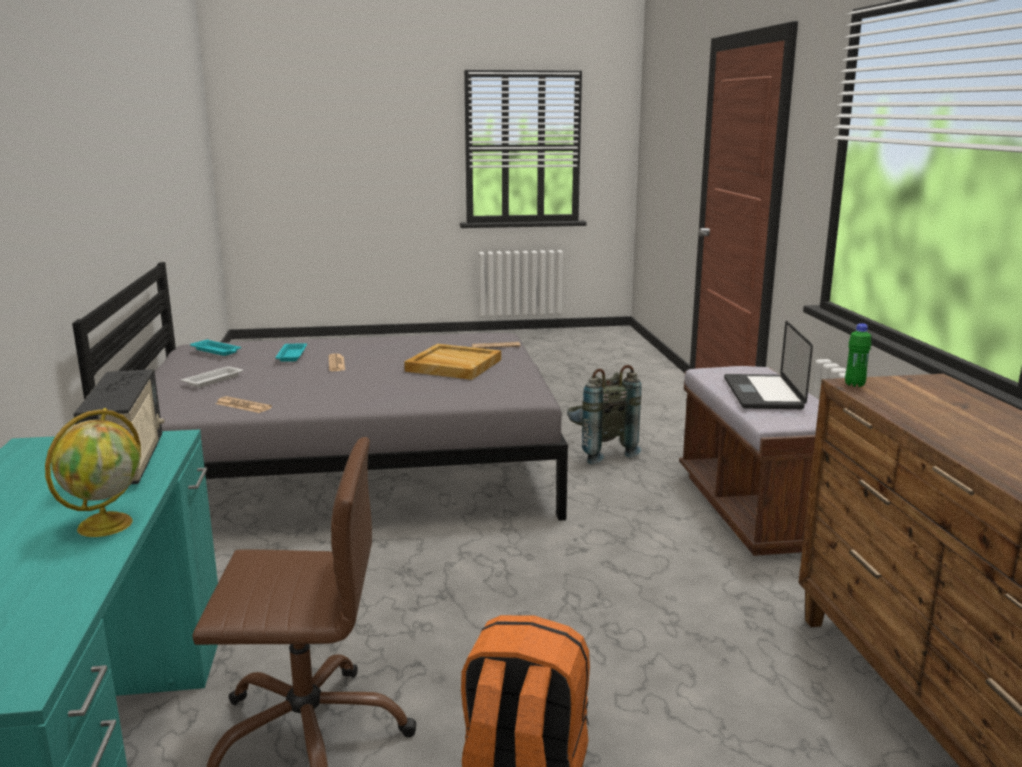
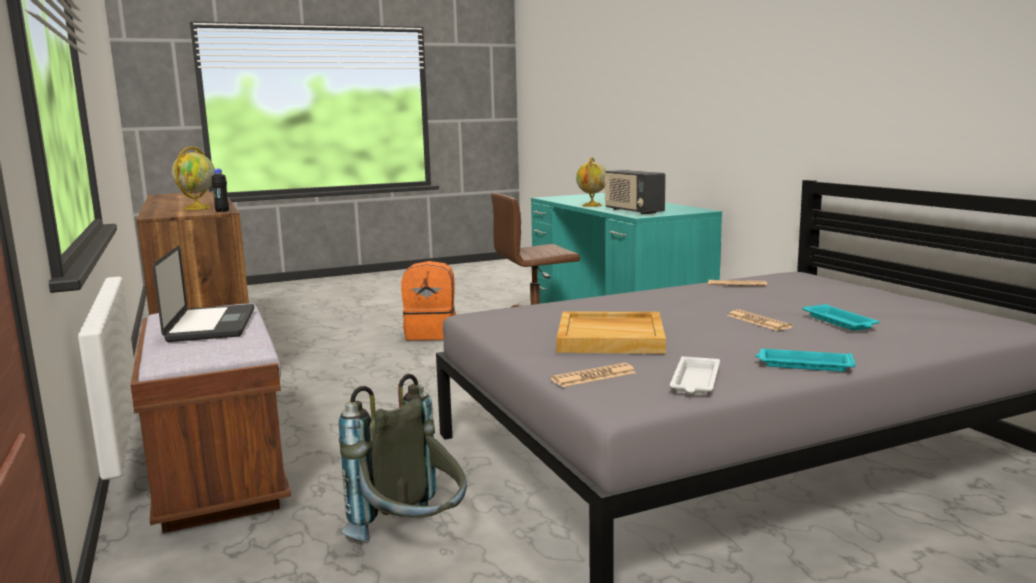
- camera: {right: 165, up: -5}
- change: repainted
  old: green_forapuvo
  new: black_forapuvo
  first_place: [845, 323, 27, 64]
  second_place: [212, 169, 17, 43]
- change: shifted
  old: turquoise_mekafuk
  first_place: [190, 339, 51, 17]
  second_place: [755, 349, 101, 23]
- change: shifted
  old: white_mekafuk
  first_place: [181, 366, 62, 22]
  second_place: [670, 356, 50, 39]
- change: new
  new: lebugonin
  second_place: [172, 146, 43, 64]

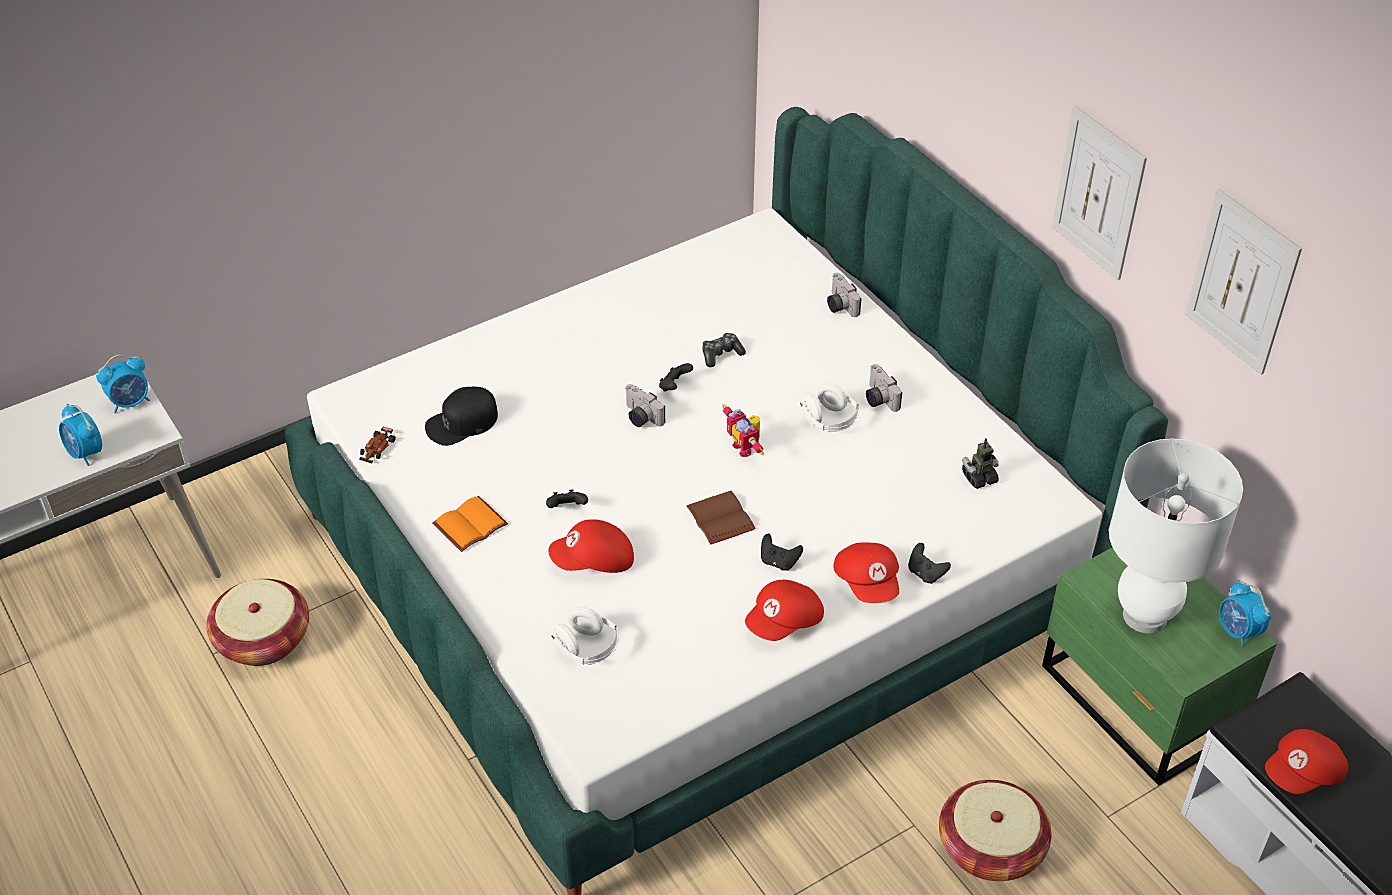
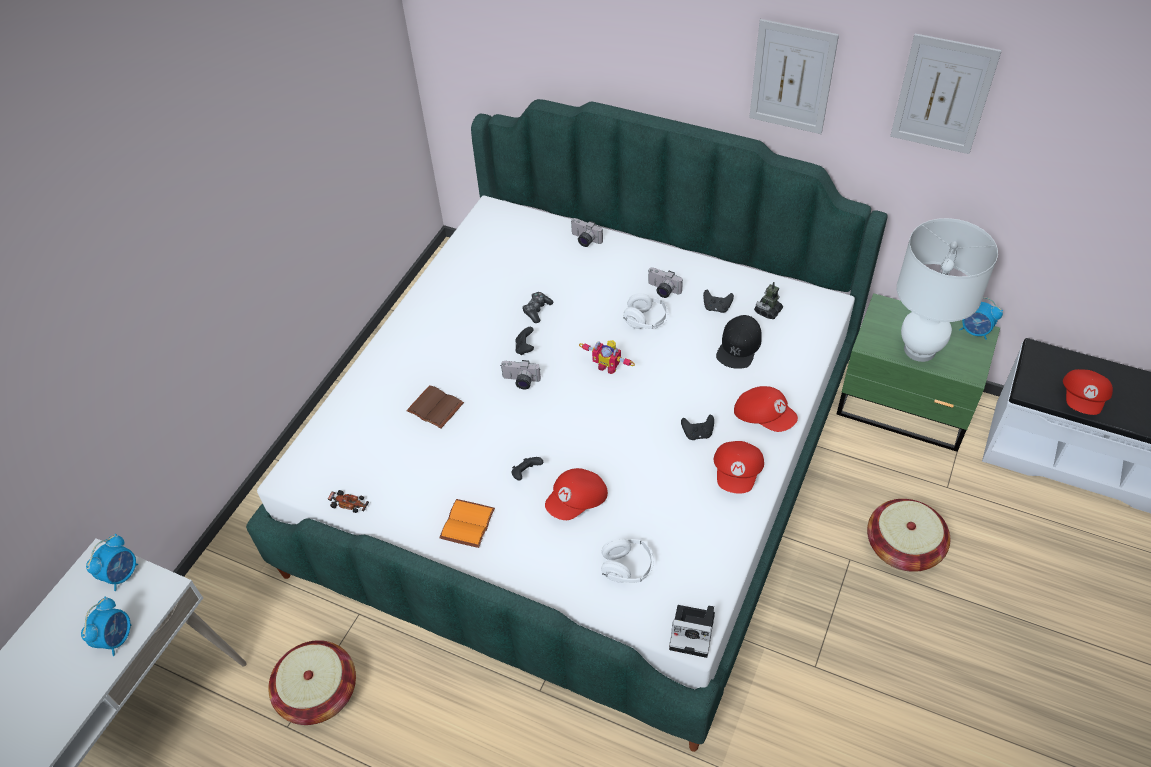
- camera: {right: -30, up: 5}
- change: shifted
  old: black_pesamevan
  first_place: [425, 387, 73, 59]
  second_place: [716, 315, 46, 54]
- change: rotated
  old: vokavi
  first_place: [59, 404, 43, 62]
  second_place: [81, 596, 50, 60]
  degrees: -90
- change: rotated
  old: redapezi
  first_place: [359, 426, 37, 37]
  second_place: [328, 490, 41, 23]
  degrees: -60
- change: shifted
  old: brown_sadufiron
  first_place: [686, 491, 70, 54]
  second_place: [406, 385, 58, 44]
- change: shifted
  old: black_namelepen
  first_place: [908, 543, 43, 41]
  second_place: [703, 290, 31, 23]
- change: new
  new: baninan
  second_place: [669, 605, 46, 53]

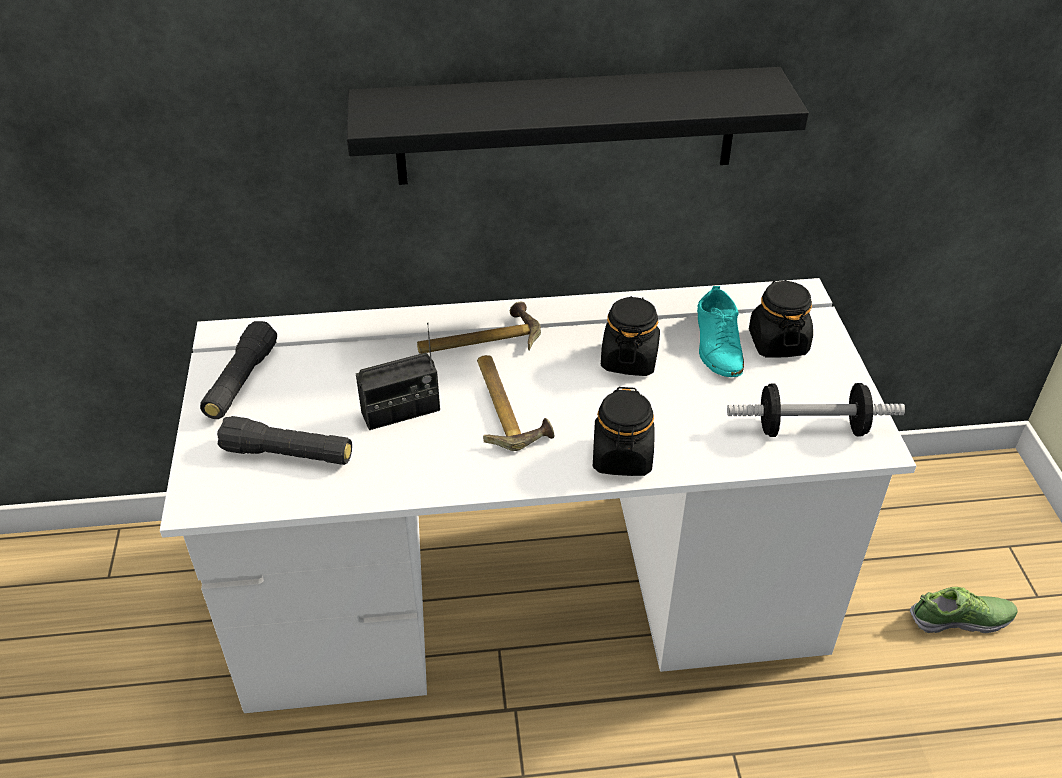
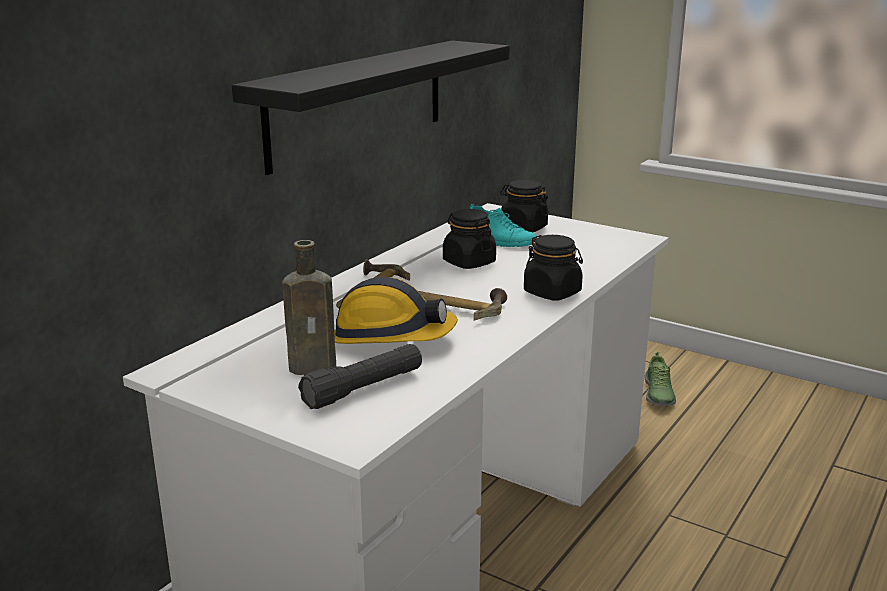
- camera: {right: -50, up: -20}
- change: gone
  old: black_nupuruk
  first_place: [200, 321, 77, 98]
- change: swapped
  old: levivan
  new: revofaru
  first_place: [356, 322, 84, 108]
  second_place: [334, 277, 124, 67]
- change: gone
  old: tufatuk
  first_place: [727, 383, 178, 54]
- change: rotated
  old: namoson
  first_place: [910, 587, 108, 46]
  second_place: [644, 352, 32, 54]
  degrees: 150
- change: new
  new: brown_forapuvo
  second_place: [282, 240, 54, 135]

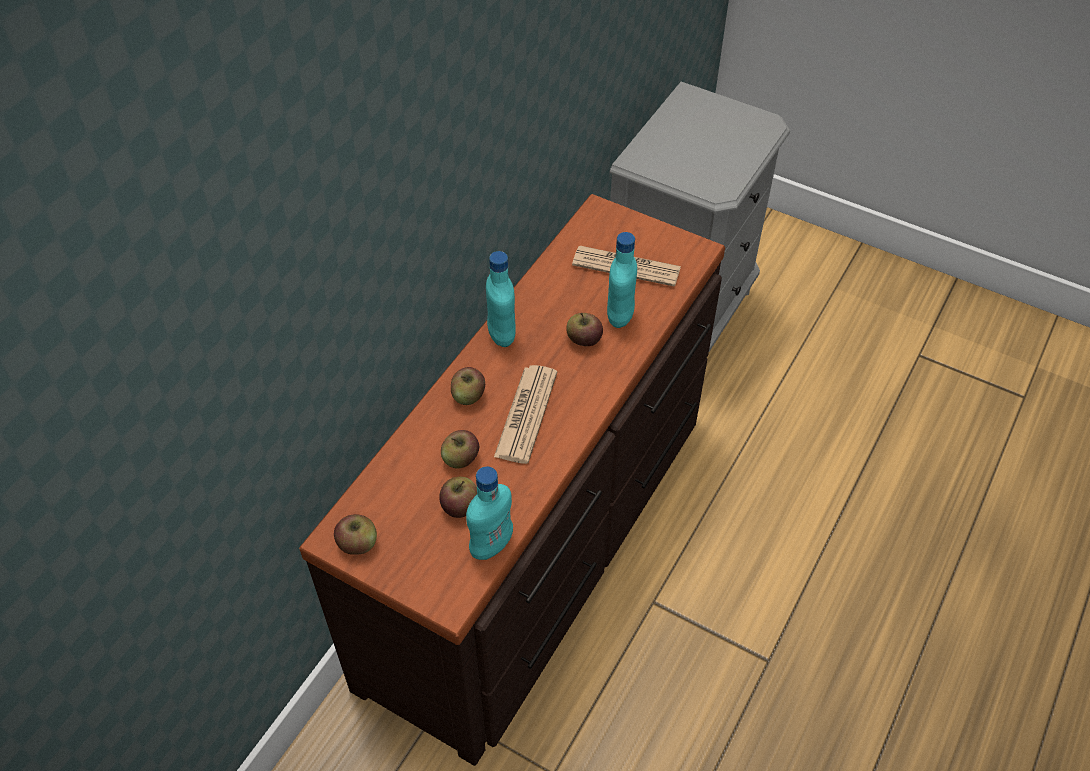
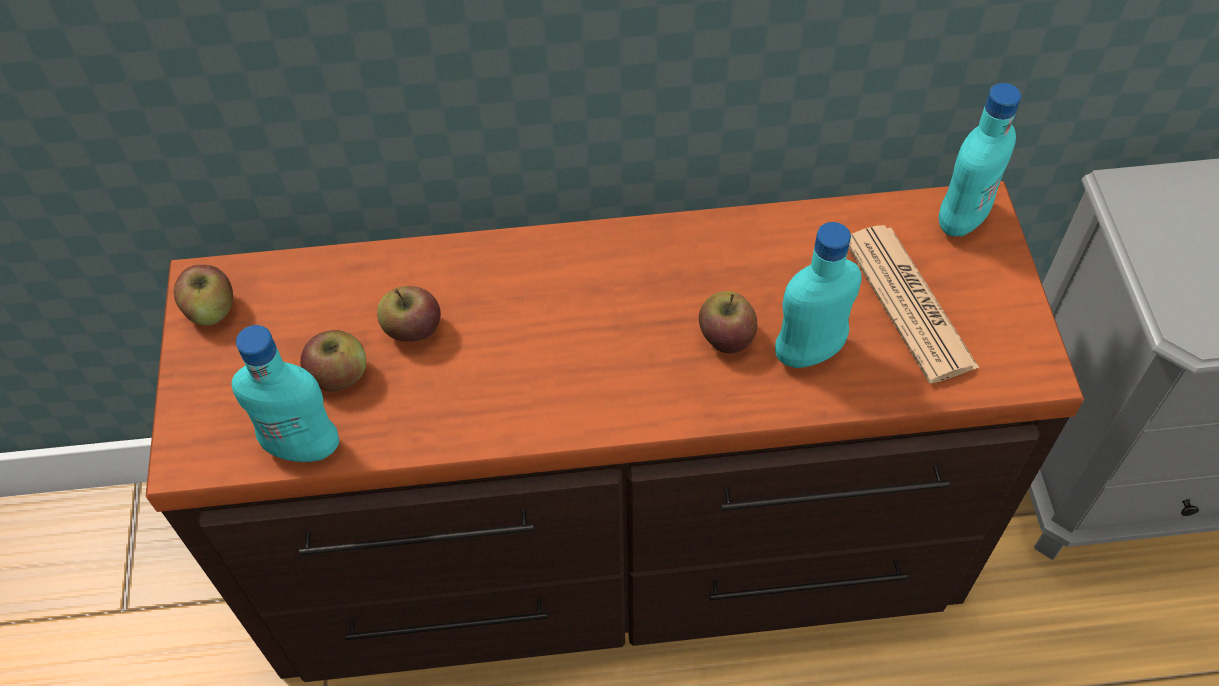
- camera: {right: 55, up: 5}
- change: shifted
  old: turquoise_forapuvo
  first_place: [486, 251, 30, 96]
  second_place: [939, 83, 82, 154]
- change: gone
  old: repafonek
  first_place: [494, 365, 63, 99]
- change: gone
  old: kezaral
  first_place: [451, 367, 34, 38]

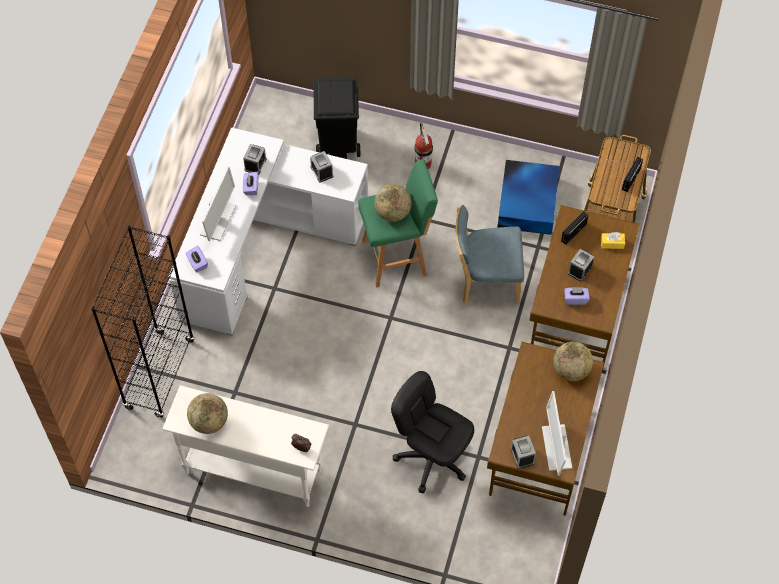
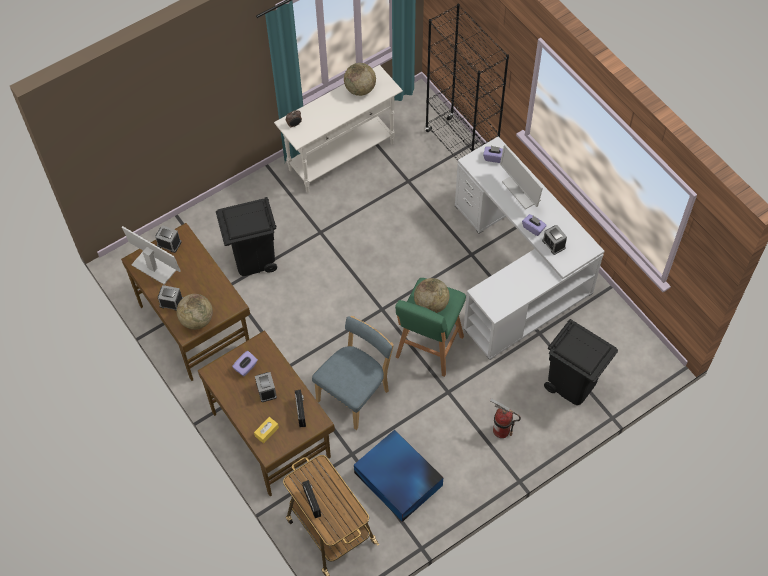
- camera: {right: 130, up: 0}
- change: shifted
  old: vokavi
  first_place: [310, 151, 23, 32]
  second_place: [158, 285, 25, 26]
- change: swapped
  old: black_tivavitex
  new: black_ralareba
  first_place: [391, 371, 83, 122]
  second_place: [216, 197, 61, 79]

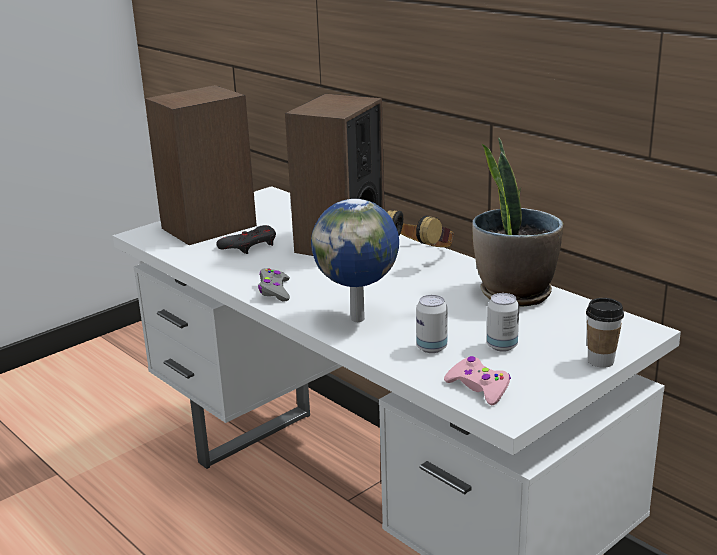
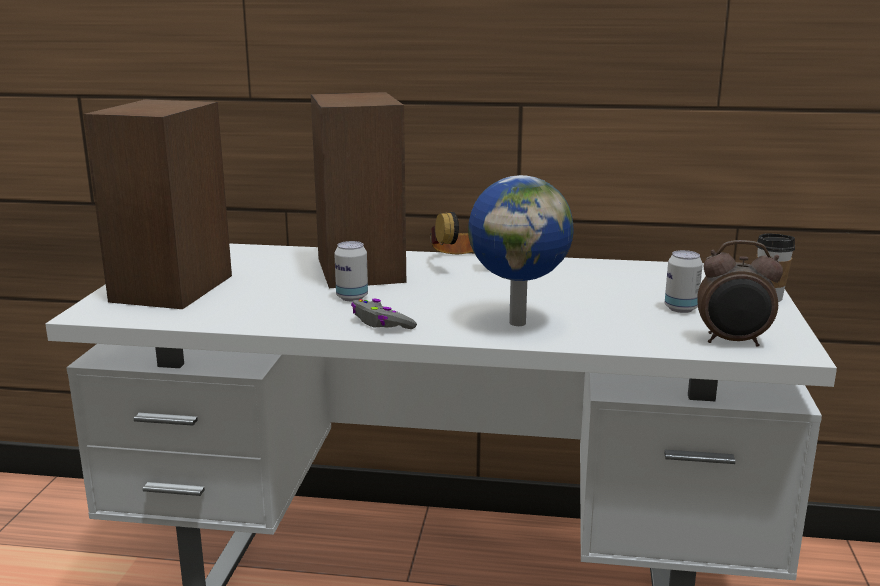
- camera: {right: -40, up: -5}
- change: gone
  old: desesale
  first_place: [473, 138, 90, 168]
- change: gone
  old: grey_namelepen
  first_place: [216, 225, 60, 29]
- change: shifted
  old: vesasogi
  first_place: [416, 295, 32, 58]
  second_place: [334, 241, 34, 60]
- change: swapped
  old: pink_namelepen
  new: vokavi
  first_place: [444, 356, 67, 49]
  second_place: [697, 240, 86, 107]

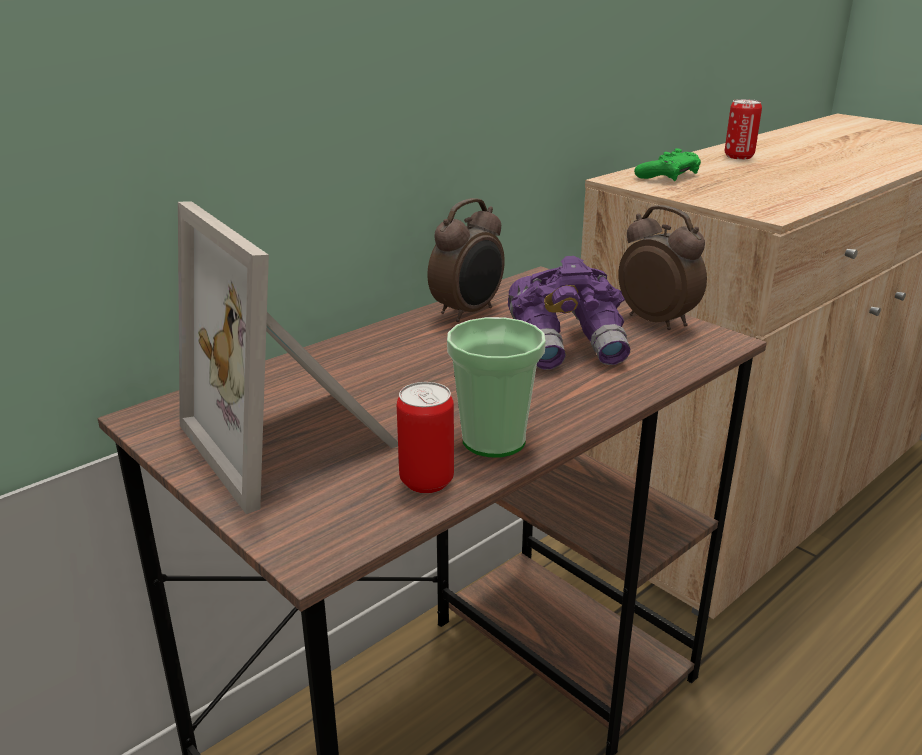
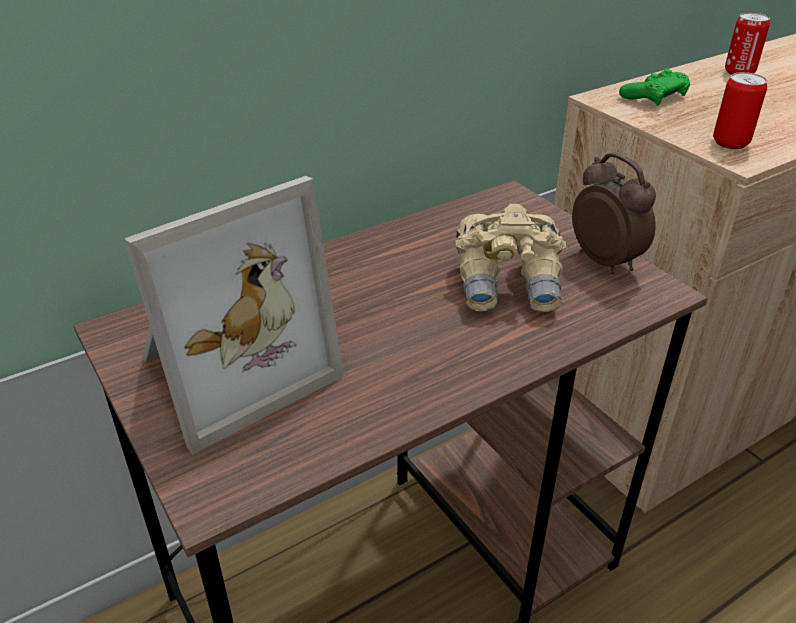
- camera: {right: 10, up: 10}
- change: gone
  old: vokavi
  first_place: [427, 198, 78, 124]
- change: rotated
  old: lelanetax
  first_place: [178, 202, 220, 312]
  second_place: [124, 176, 219, 278]
  degrees: -105
- change: repainted
  old: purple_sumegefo
  new: beige_sumegefo
  first_place: [508, 256, 122, 114]
  second_place: [456, 204, 111, 108]
- change: gone
  old: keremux
  first_place: [447, 317, 99, 140]
- change: shifted
  old: vesasogi
  first_place: [397, 382, 57, 111]
  second_place: [713, 72, 54, 77]

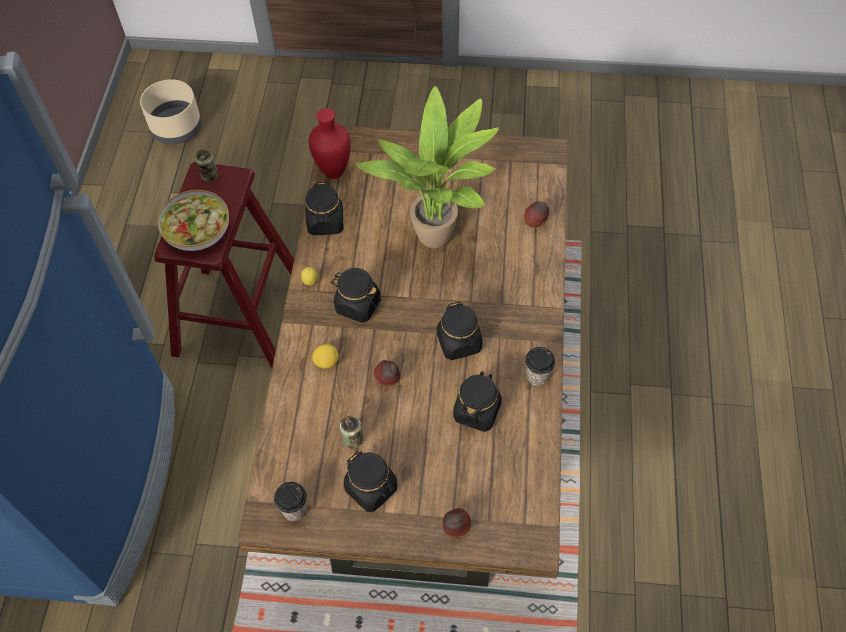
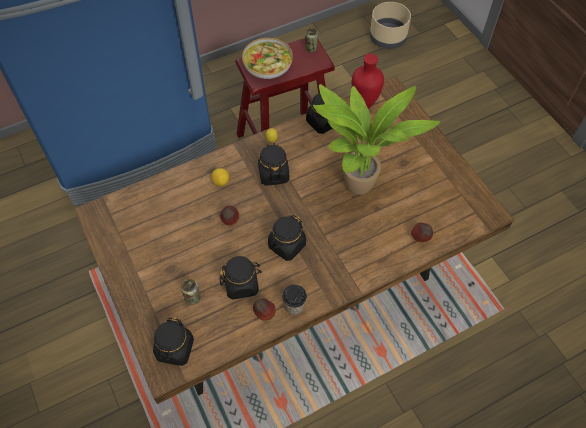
- camera: {right: 55, up: 0}
- change: shifted
  old: vesasogi
  first_place: [340, 415, 24, 34]
  second_place: [181, 279, 20, 26]
- change: shifted
  old: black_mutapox
  first_place: [344, 451, 53, 61]
  second_place: [153, 317, 41, 49]
- change: gone
  old: keremux
  first_place: [274, 482, 33, 39]
- change: shifted
  old: kezaral
  first_place: [443, 508, 28, 29]
  second_place: [253, 299, 23, 22]

